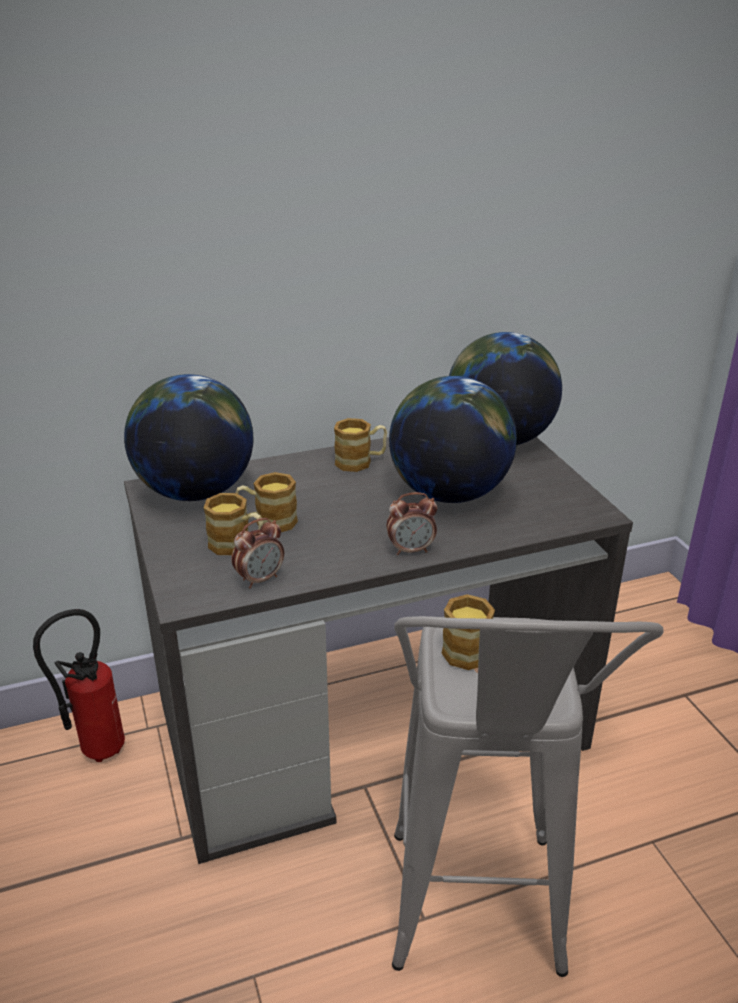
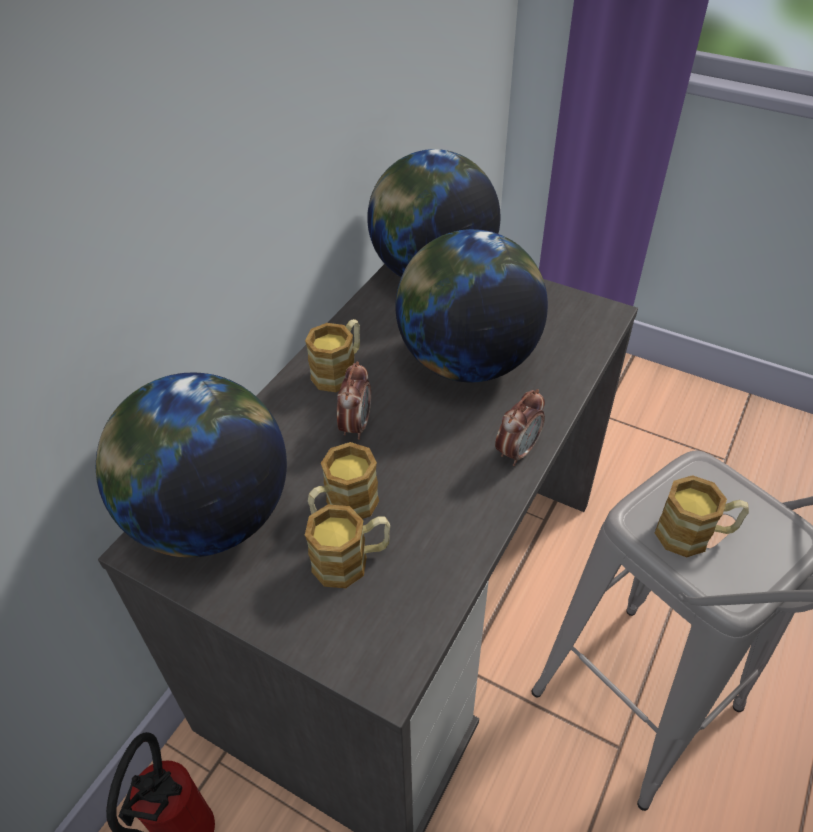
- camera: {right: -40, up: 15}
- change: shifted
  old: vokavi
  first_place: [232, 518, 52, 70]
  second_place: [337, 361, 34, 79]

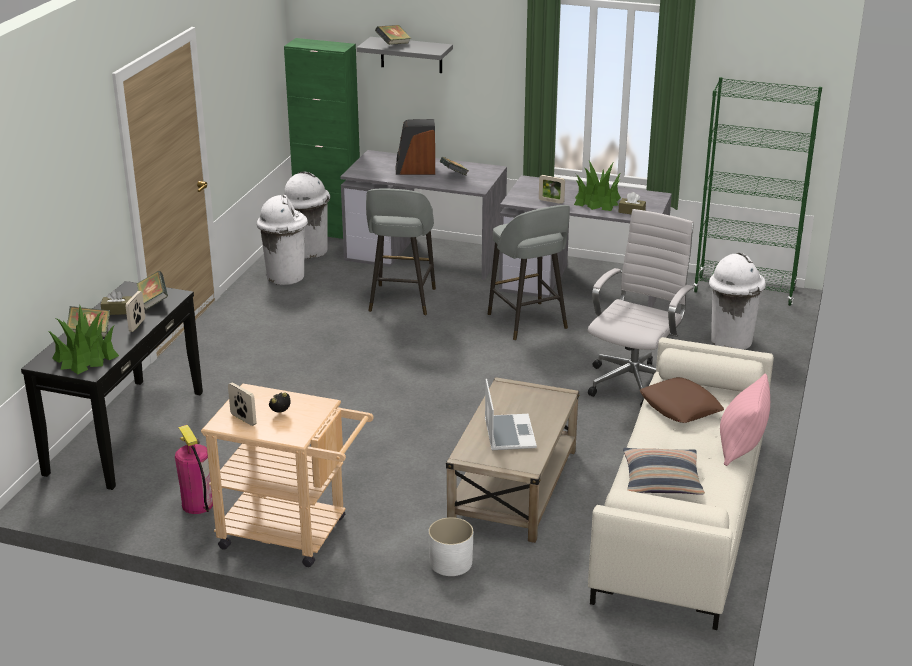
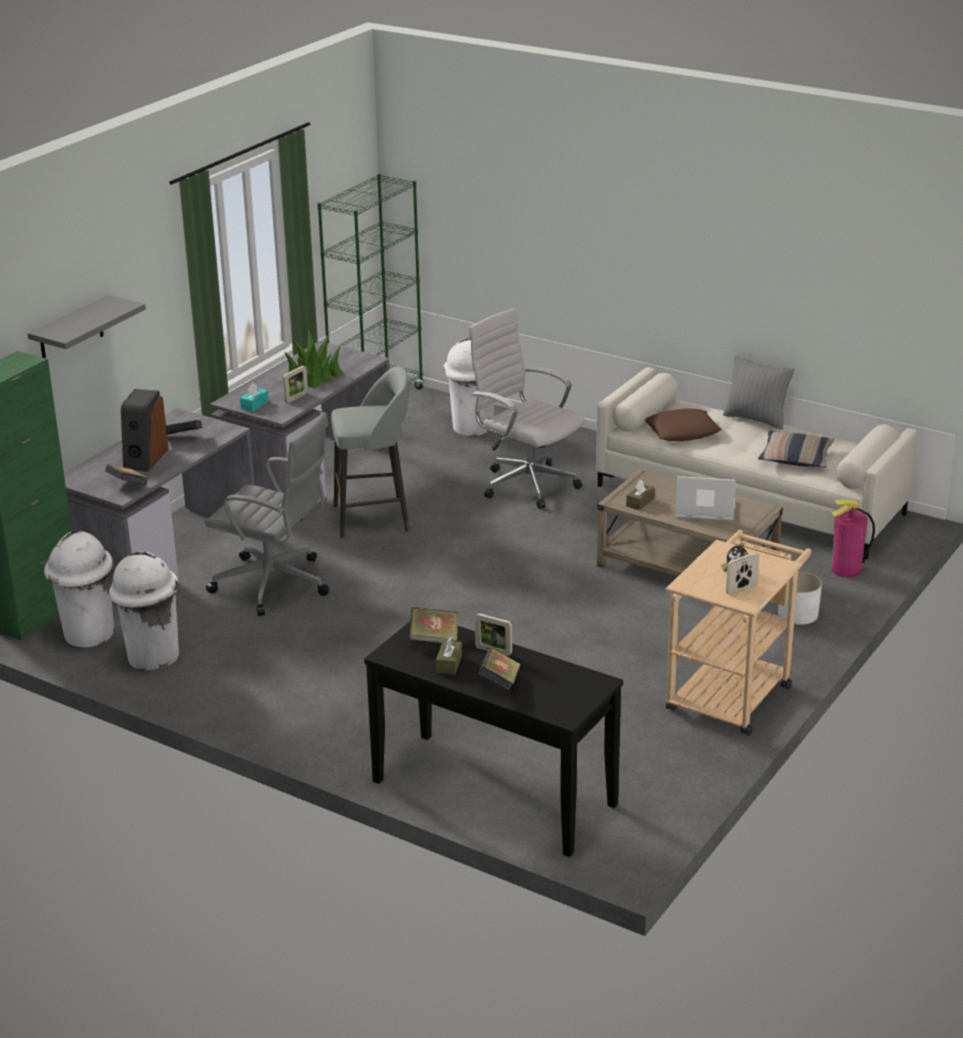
- camera: {right: -75, up: 0}
- change: shifted
  old: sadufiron
  first_place: [375, 25, 36, 20]
  second_place: [105, 464, 44, 21]
- change: swapped
  old: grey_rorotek
  new: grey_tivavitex
  first_place: [366, 188, 70, 127]
  second_place: [205, 412, 124, 204]
- change: shifted
  old: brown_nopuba
  first_place: [619, 192, 27, 22]
  second_place: [626, 480, 29, 30]
- change: gone
  old: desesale
  first_place: [47, 305, 72, 69]
- change: repainted
  old: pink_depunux
  new: grey_depunux
  first_place: [720, 373, 50, 93]
  second_place: [723, 355, 71, 75]
- change: shifted
  old: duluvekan
  first_place: [175, 425, 38, 89]
  second_place: [831, 500, 44, 78]
- change: new
  new: turquoise_nopuba
  second_place: [240, 383, 29, 29]

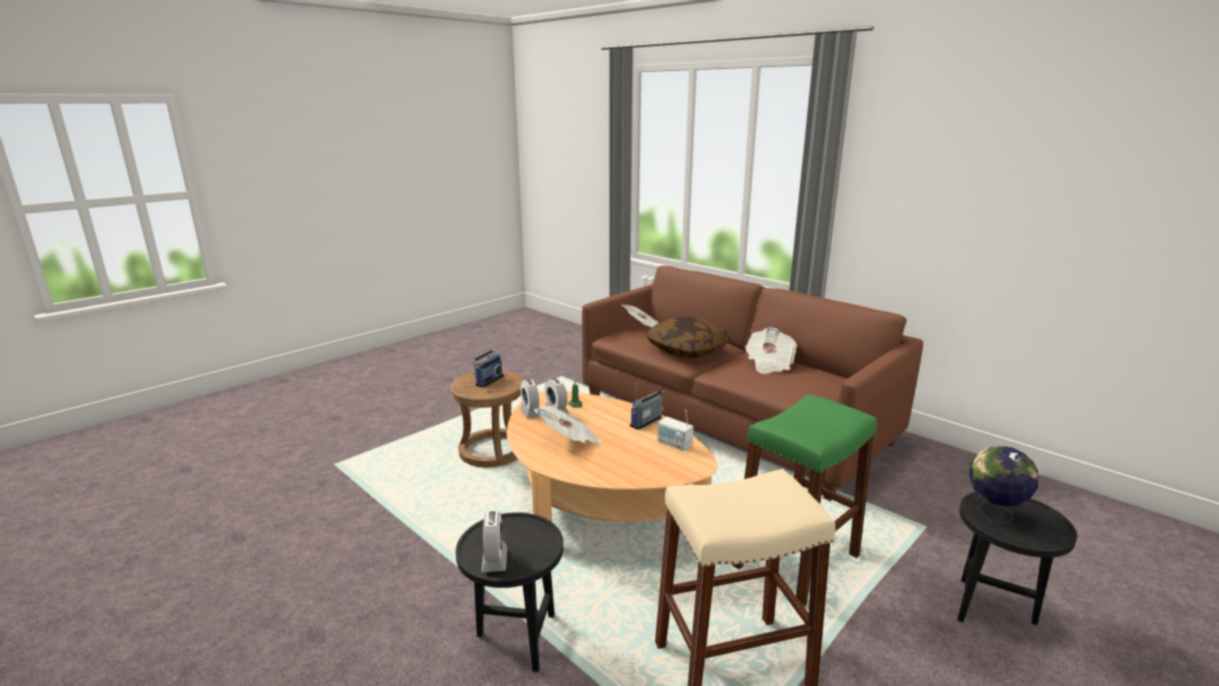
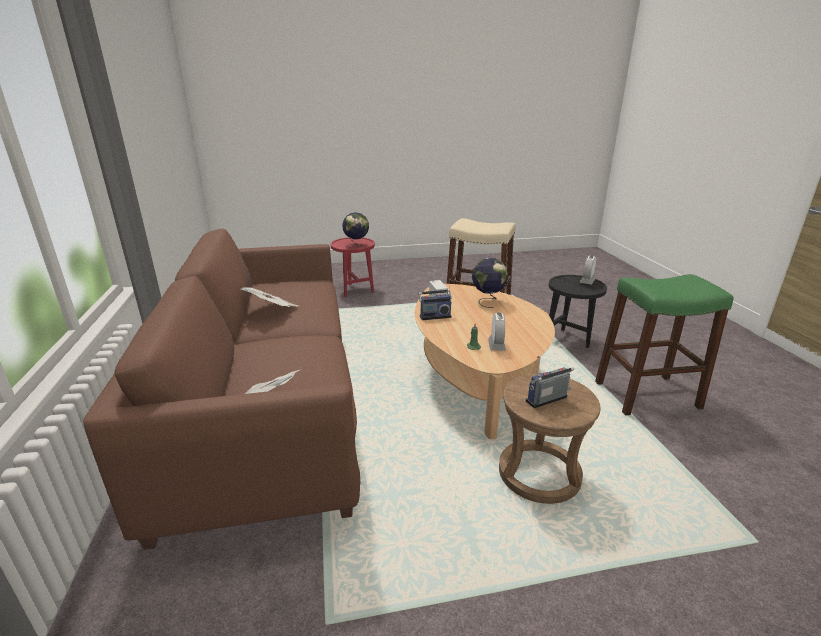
- camera: {right: -145, up: 5}
- change: gone
  old: depunux
  first_place: [646, 317, 84, 41]
- change: gone
  old: vokavi
  first_place: [519, 379, 20, 40]
- change: shifted
  old: green_rorotek
  first_place: [733, 394, 144, 213]
  second_place: [595, 274, 139, 141]
- change: gone
  old: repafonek
  first_place: [534, 406, 68, 37]
- change: repainted
  old: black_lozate
  new: red_lozate
  first_place: [957, 492, 120, 133]
  second_place: [331, 237, 44, 60]
- change: new
  new: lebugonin
  second_place: [472, 258, 36, 50]

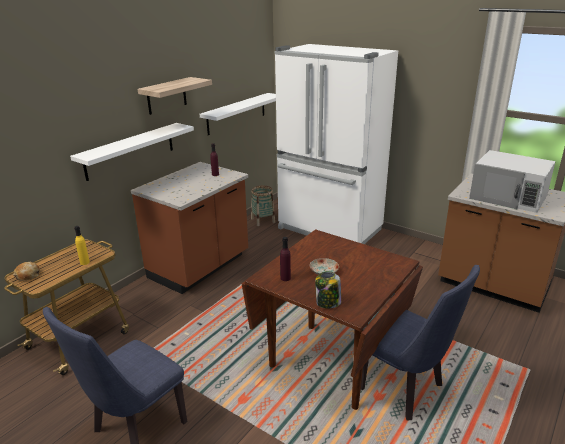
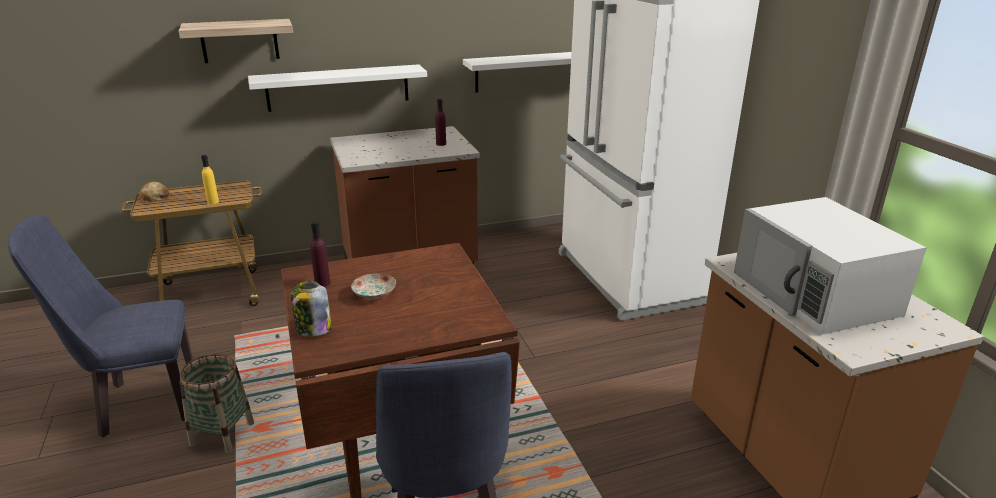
- camera: {right: 35, up: 0}
- change: shifted
  old: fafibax
  first_place: [138, 77, 74, 38]
  second_place: [179, 19, 114, 44]
- change: shifted
  old: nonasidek
  first_place: [251, 185, 24, 41]
  second_place: [179, 354, 75, 99]

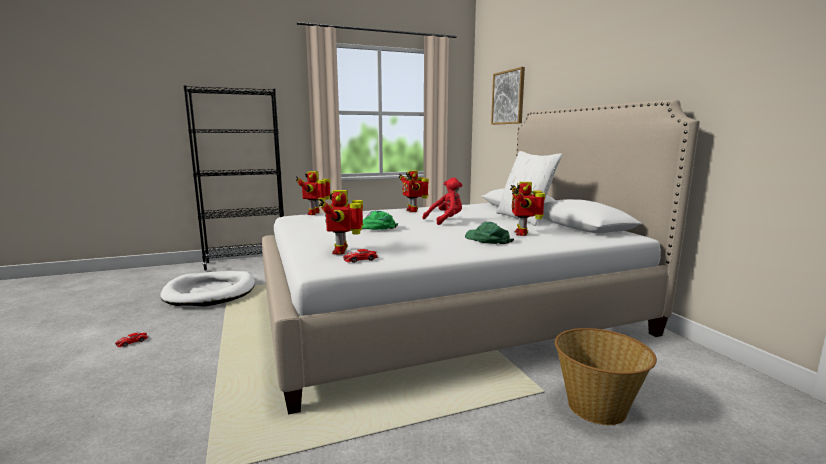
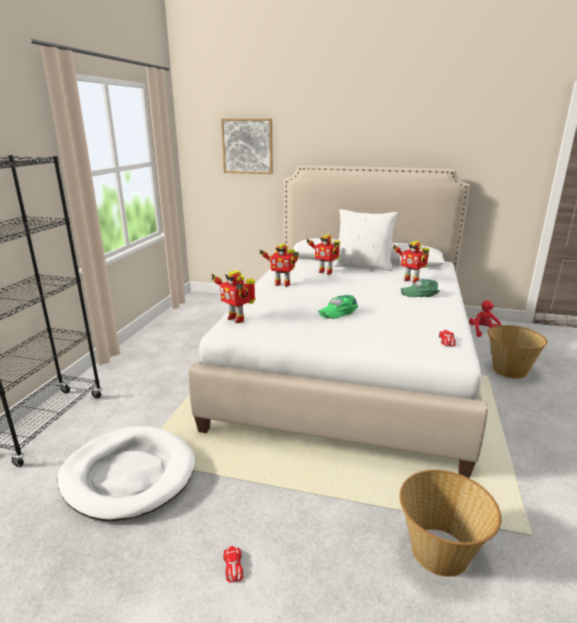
- camera: {right: -55, up: 10}
- change: shifted
  old: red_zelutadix
  first_place: [423, 178, 39, 47]
  second_place: [469, 300, 32, 37]
- change: shifted
  old: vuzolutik
  first_place: [318, 190, 46, 65]
  second_place: [306, 234, 34, 41]
- change: new
  new: nonasidek
  second_place: [399, 470, 102, 107]

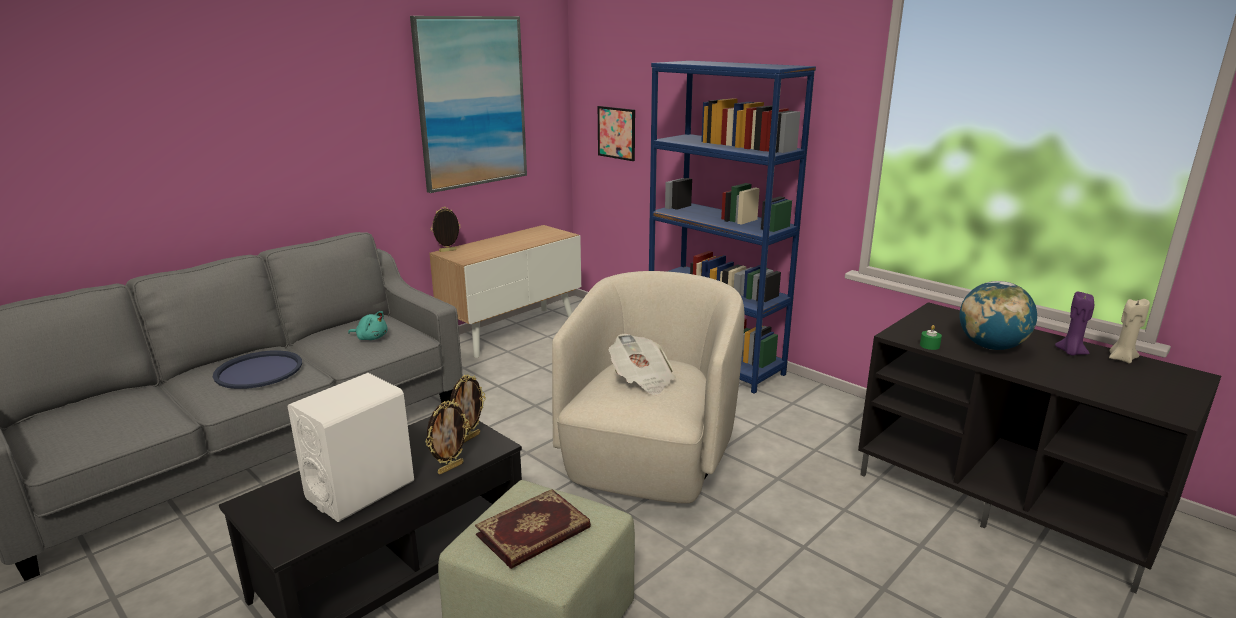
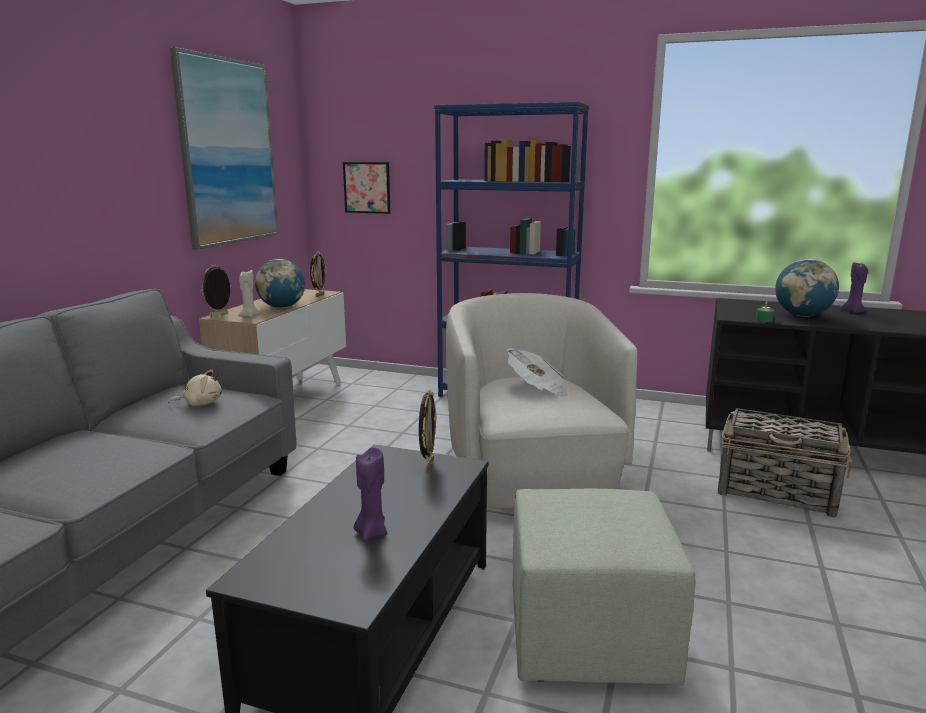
- camera: {right: -25, up: -5}
- change: shifted
  old: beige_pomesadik
  first_place: [1109, 299, 41, 64]
  second_place: [238, 270, 23, 48]
- change: repainted
  old: turquoise_zelutadix
  new: beige_zelutadix
  first_place: [348, 311, 40, 29]
  second_place: [168, 370, 54, 36]
- change: gone
  old: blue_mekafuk
  first_place: [213, 351, 89, 38]
- change: swapped
  old: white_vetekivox
  new: purple_pomesadik
  first_place: [288, 373, 126, 149]
  second_place: [354, 447, 33, 94]
- change: shifted
  old: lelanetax
  first_place: [425, 401, 45, 73]
  second_place: [310, 251, 17, 46]
- change: gone
  old: sadufiron
  first_place: [475, 489, 116, 80]
- change: new
  new: lebugonin
  second_place: [255, 259, 50, 49]
- change: new
  new: nonasidek
  second_place: [718, 408, 133, 110]

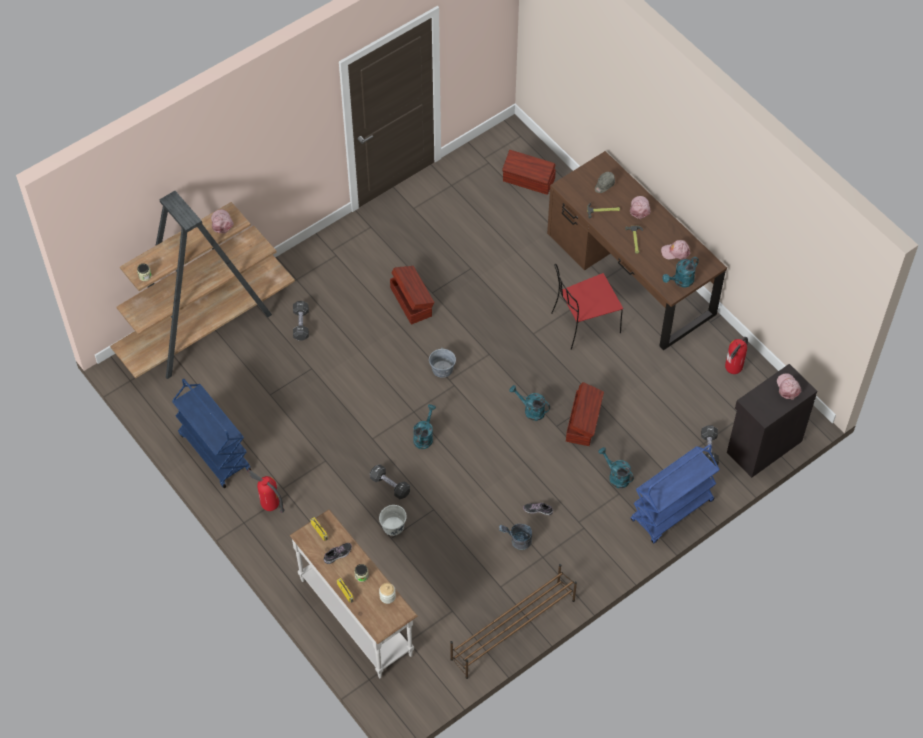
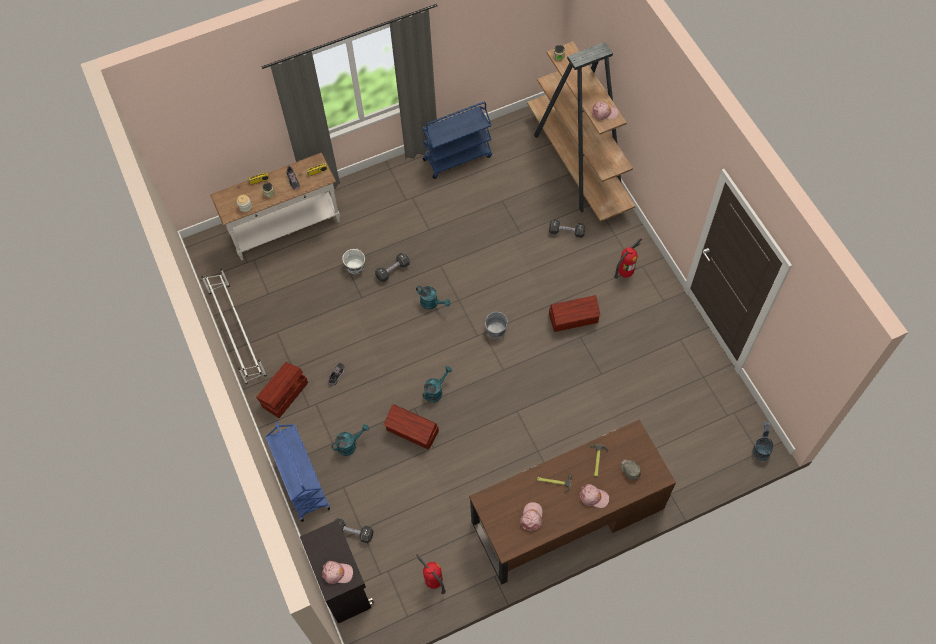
- camera: {right: 105, up: 5}
- change: shifted
  old: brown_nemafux
  first_place: [502, 150, 54, 45]
  second_place: [256, 362, 52, 56]
- change: gone
  old: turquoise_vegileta
  first_place: [662, 257, 37, 30]
- change: gone
  old: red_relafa
  first_place: [551, 264, 72, 86]
- change: shifted
  old: duluvekan
  first_place: [247, 470, 38, 43]
  second_place: [614, 238, 28, 41]
- change: shifted
  old: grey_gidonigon
  first_place: [499, 524, 33, 26]
  second_place: [752, 422, 22, 39]
- change: repainted
  old: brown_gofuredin
  new: white_gofuredin
  first_place: [450, 564, 127, 115]
  second_place: [202, 268, 65, 116]

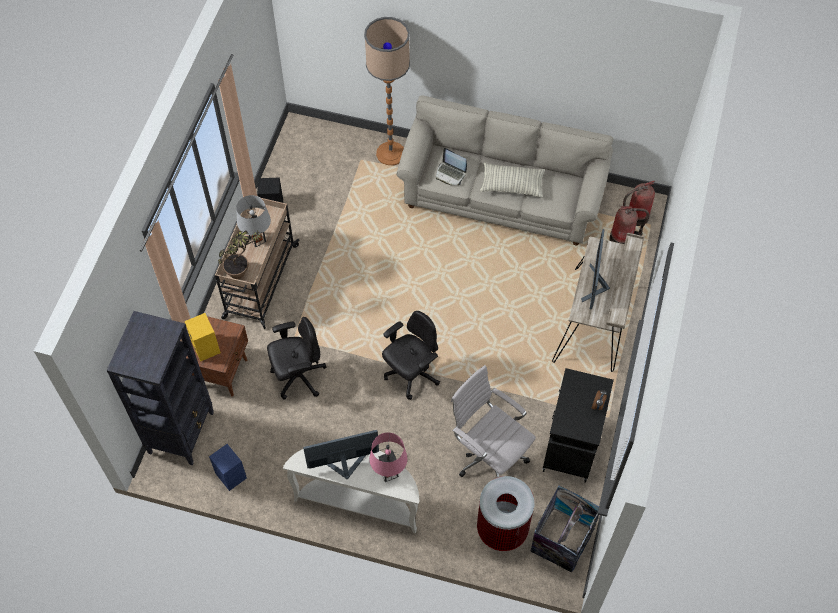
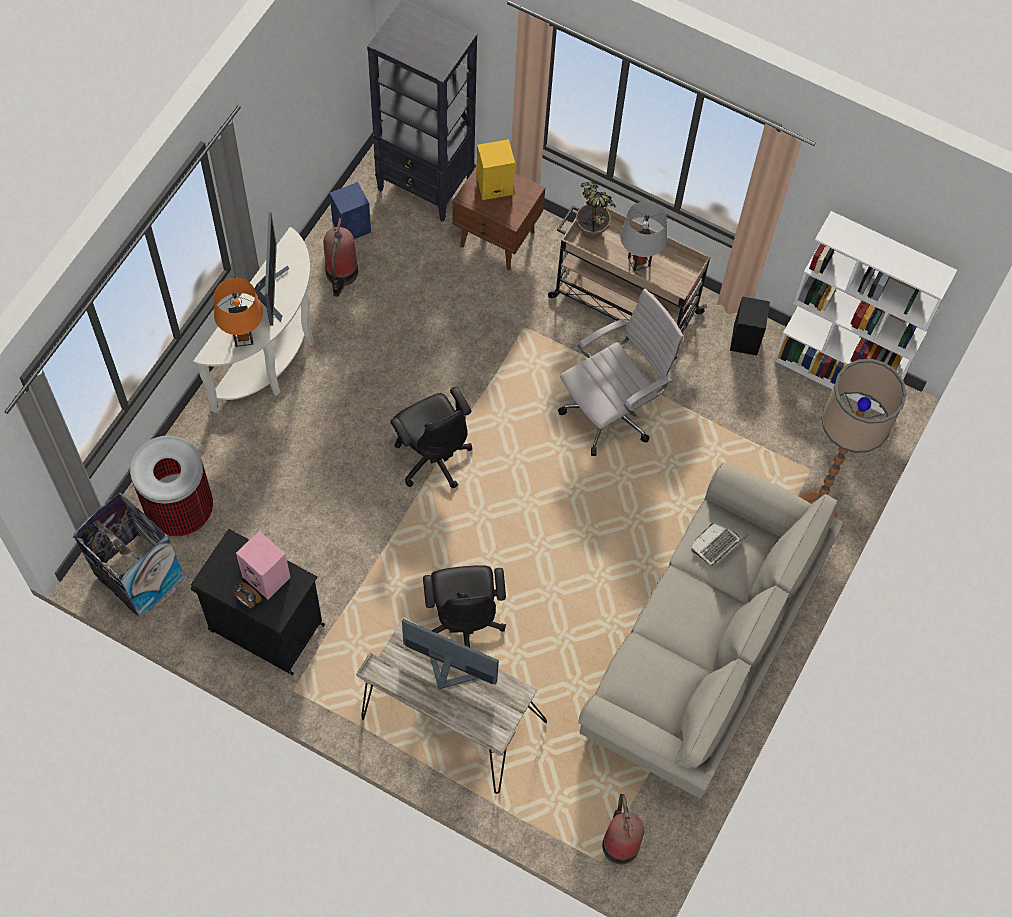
- camera: {right: 100, up: 5}
- change: gone
  old: depunux
  first_place: [480, 163, 65, 35]
- change: shifted
  old: duluvekan
  first_place: [610, 206, 39, 38]
  second_place: [323, 218, 35, 79]
- change: shifted
  old: black_tivavitex
  first_place: [267, 317, 59, 83]
  second_place: [423, 565, 83, 82]
- change: shifted
  old: white_tivavitex
  first_place: [451, 365, 85, 113]
  second_place: [558, 288, 126, 168]
- change: repainted
  old: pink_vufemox
  new: orange_vufemox
  first_place: [369, 433, 39, 49]
  second_place: [214, 278, 49, 69]
- change: new
  new: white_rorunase
  second_place: [774, 211, 183, 204]
- change: new
  new: pink_vetekivox
  second_place: [236, 531, 55, 69]

